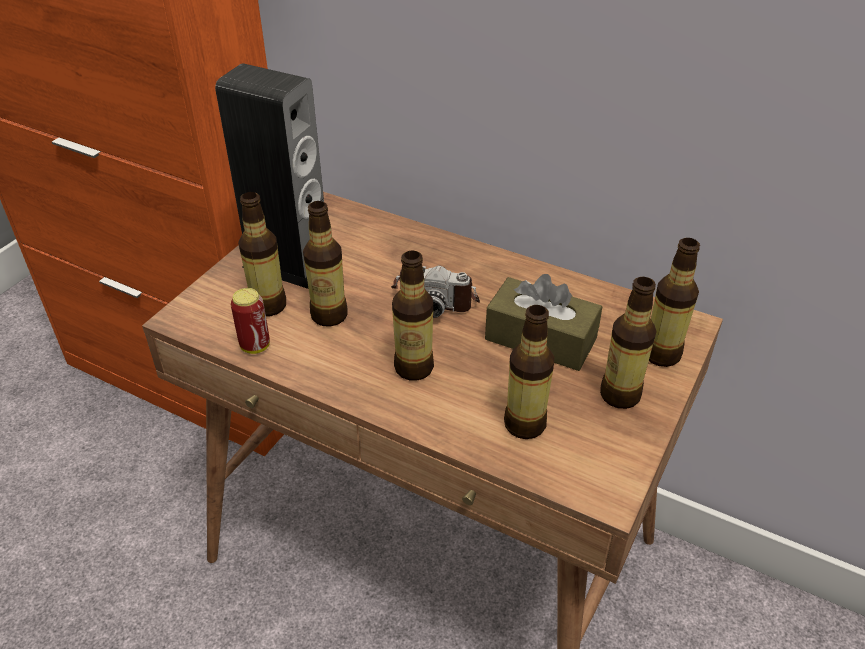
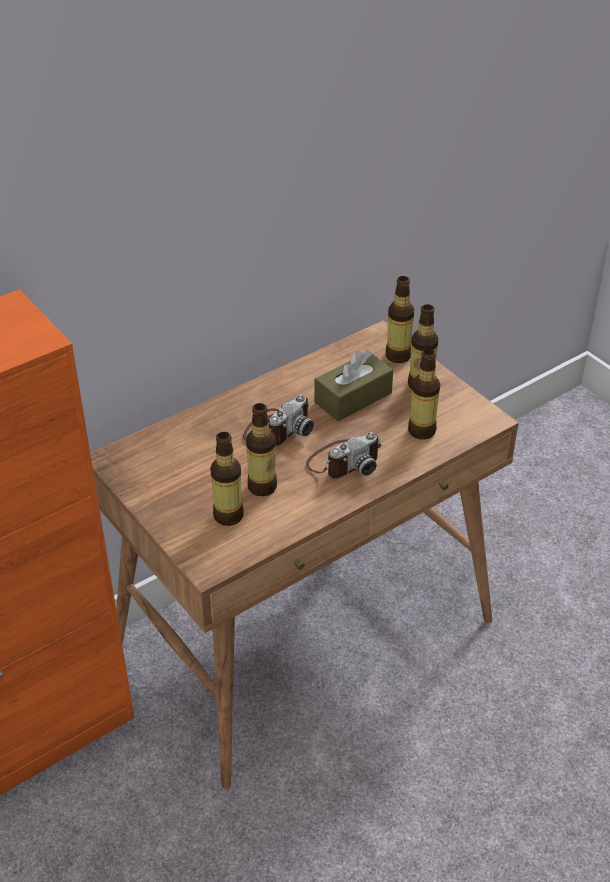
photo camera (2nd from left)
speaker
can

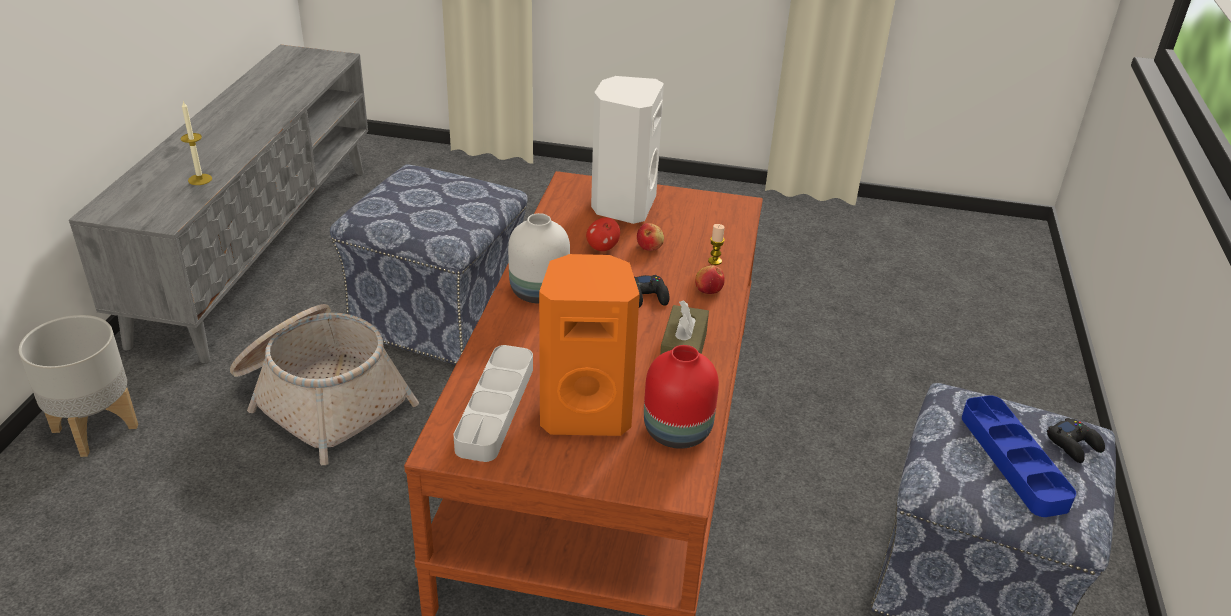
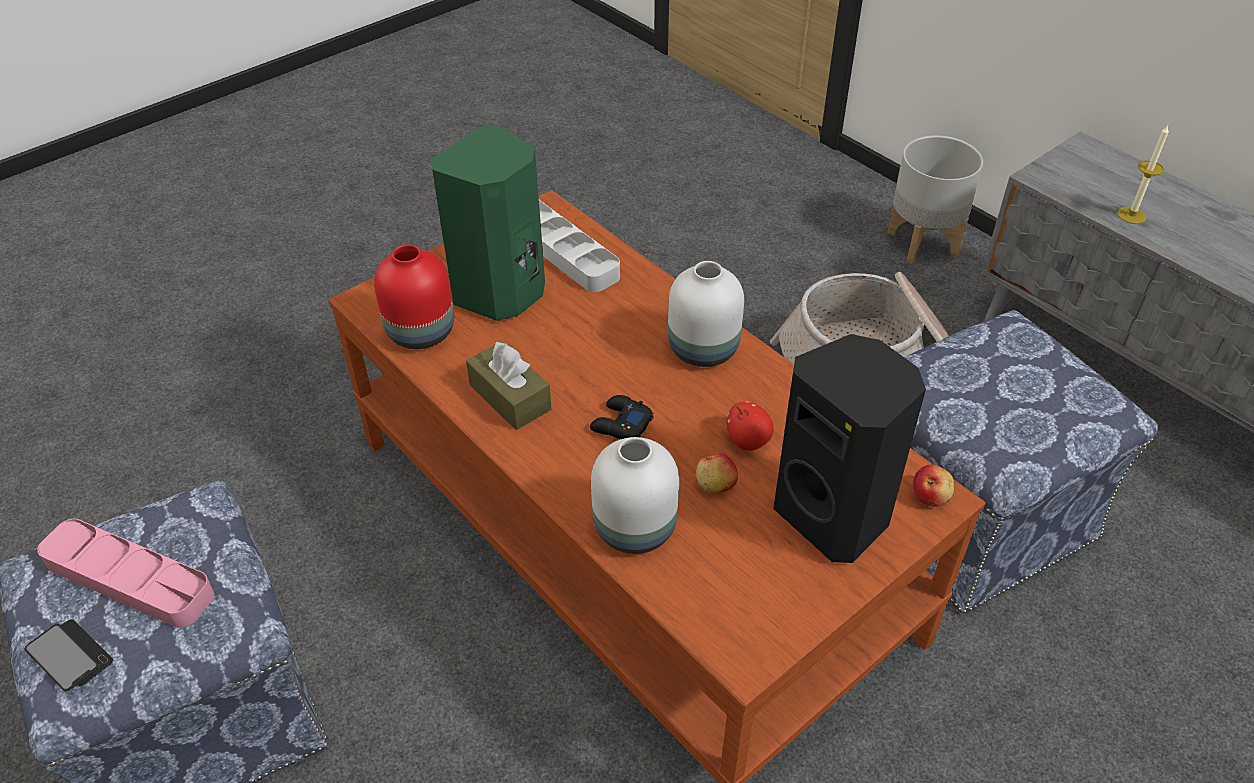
phone
tray (pink)
speaker (green)
vase (white) (1st from left)
speaker (black)
apple (3rd from left)

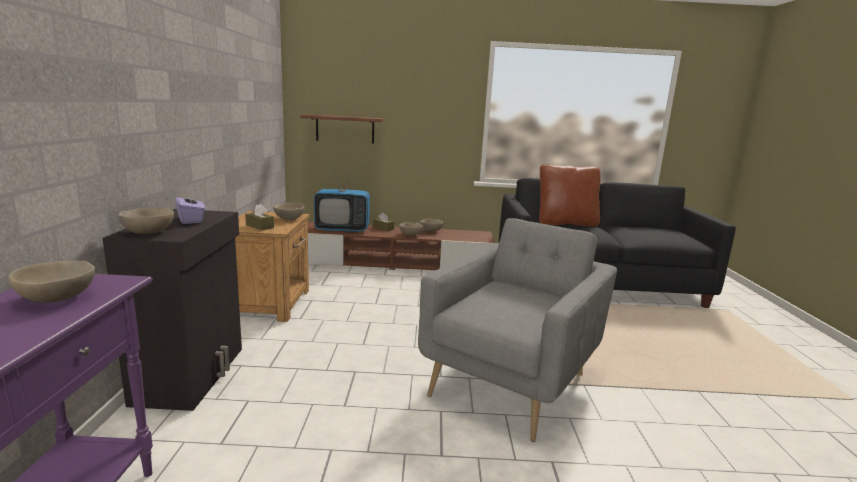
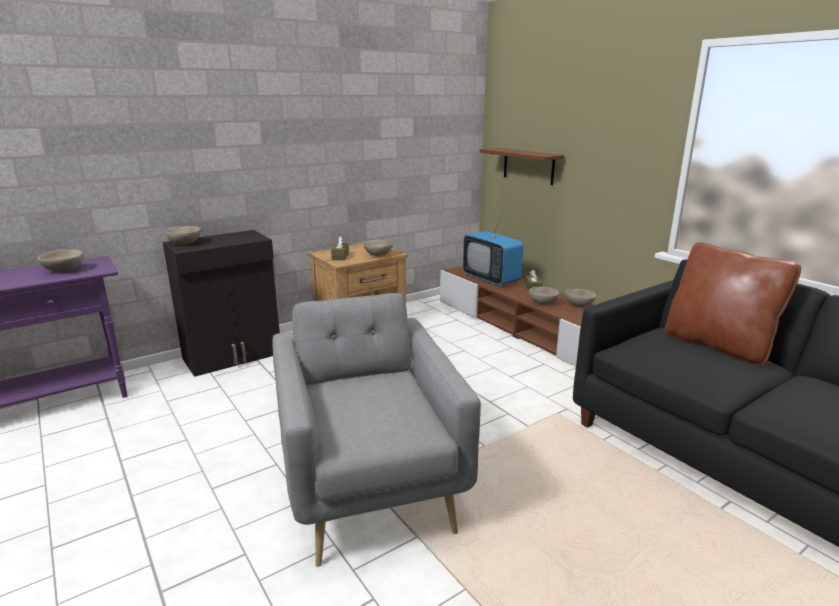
armchair (grey)
tissue box (purple)

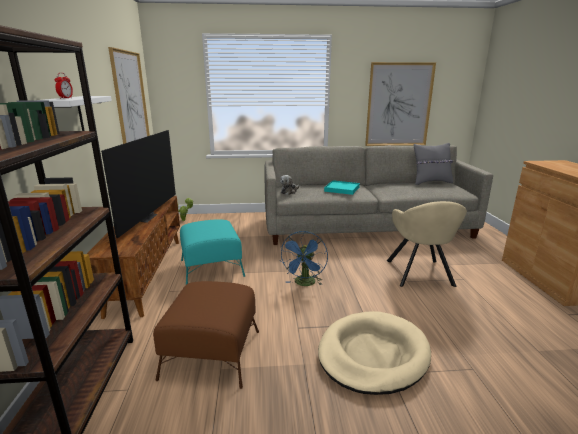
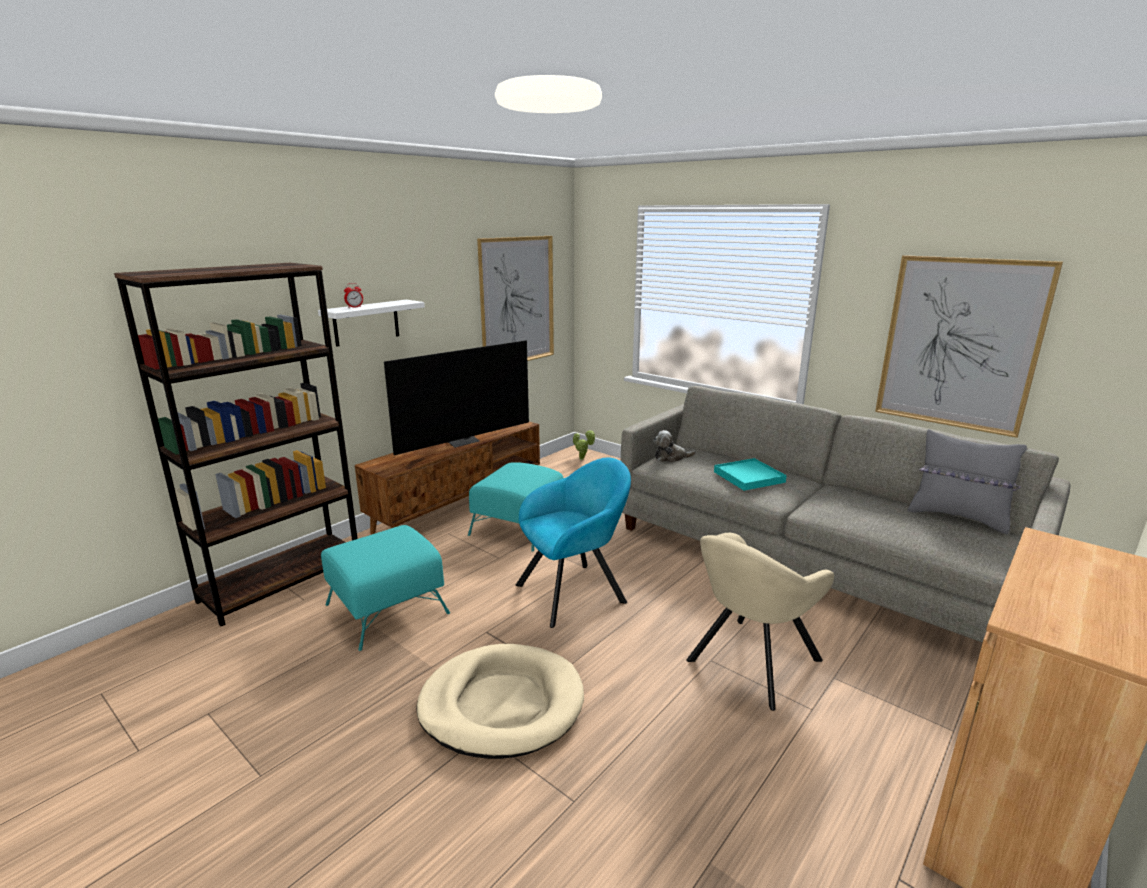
ottoman (turquoise) (1st from left)
armchair (turquoise)

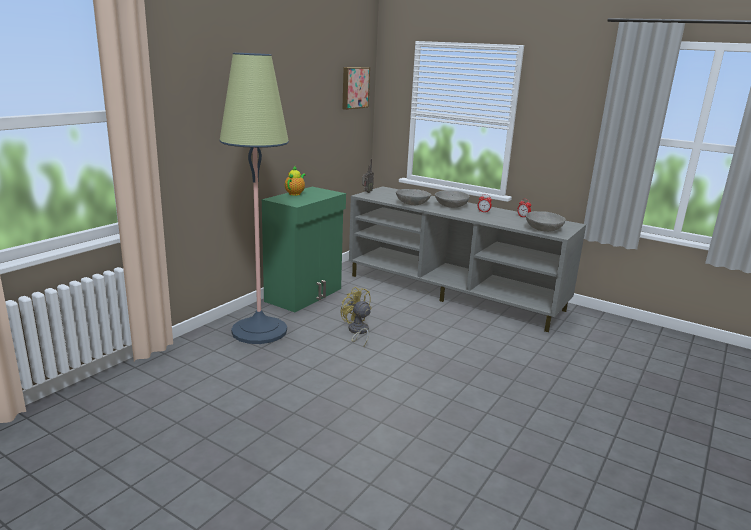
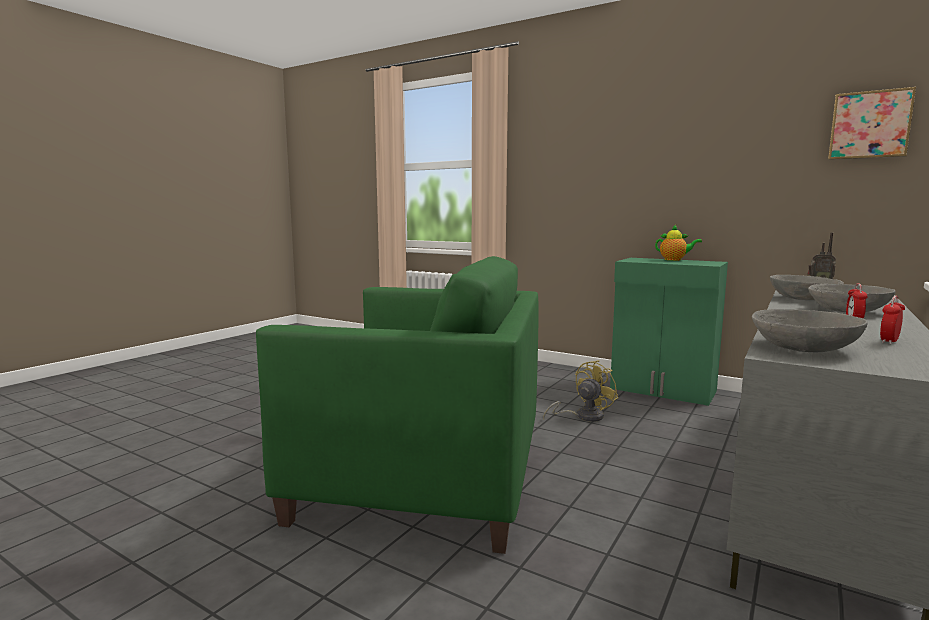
armchair (green)
floor lamp

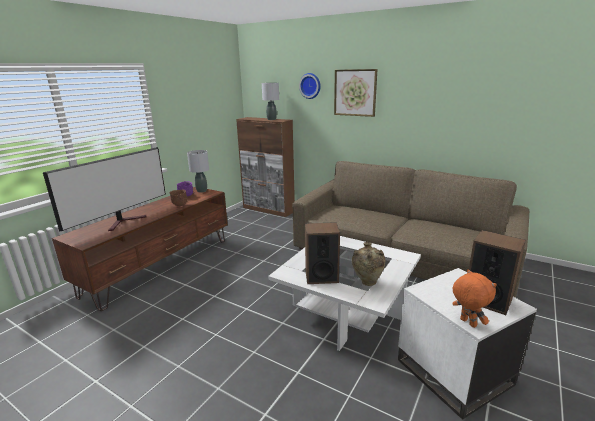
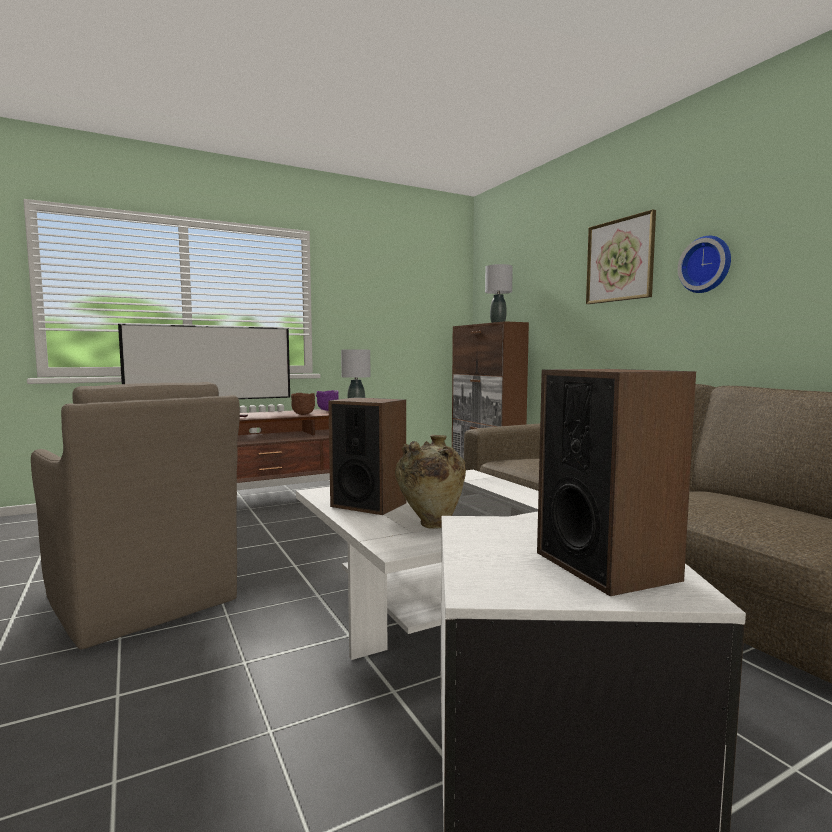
armchair (brown)
wall clock
plush toy (orange)

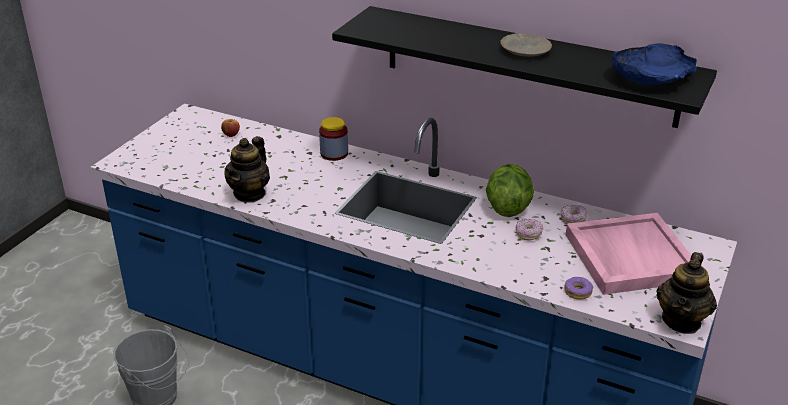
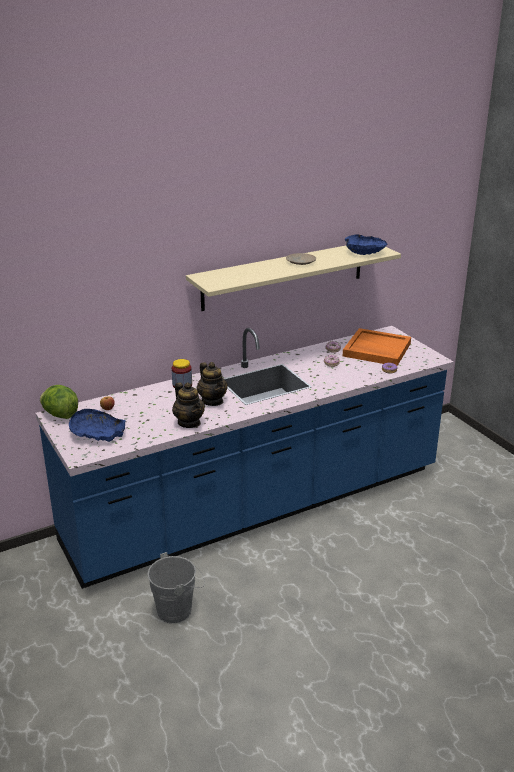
lettuce
bowl (blue) (1st from left)
shelf (beige)
teapot (2nd from left)
tray (orange)

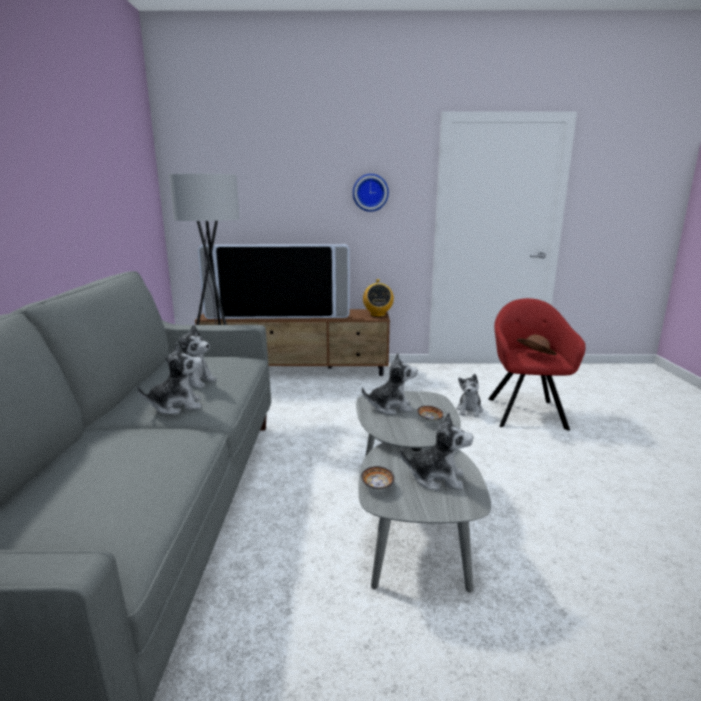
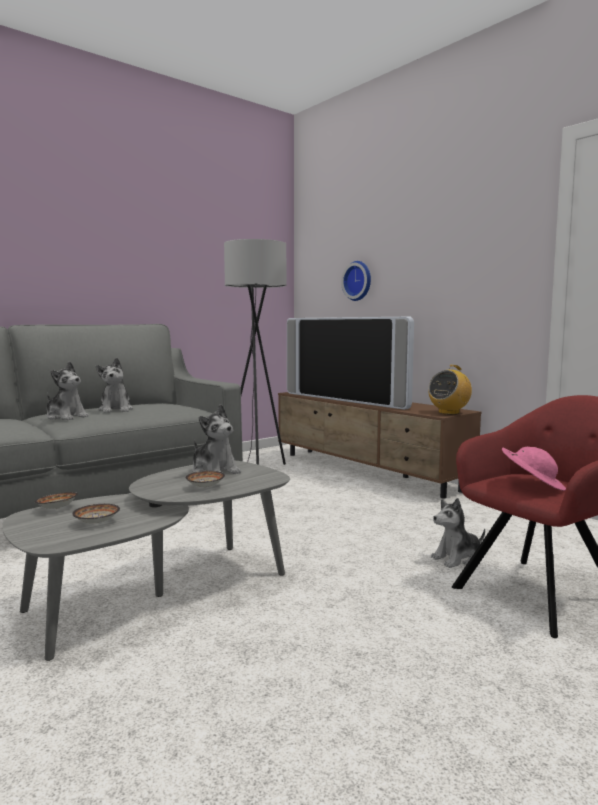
bowl (2nd from left)
wall clock
hat (pink)

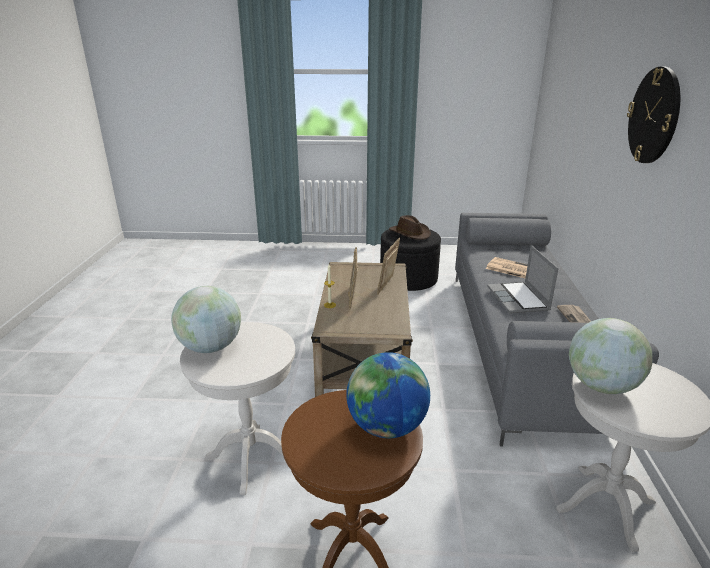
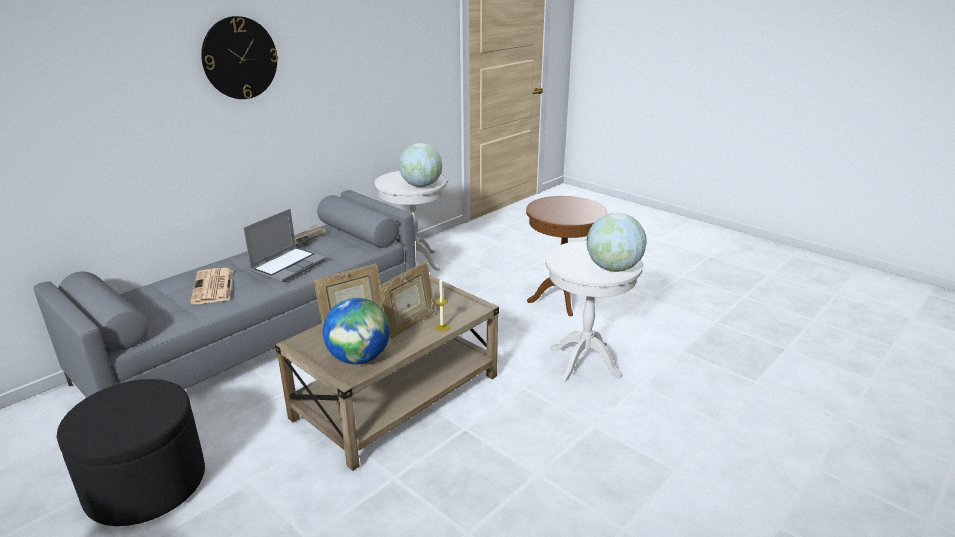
globe (1st from left)
hat (brown)

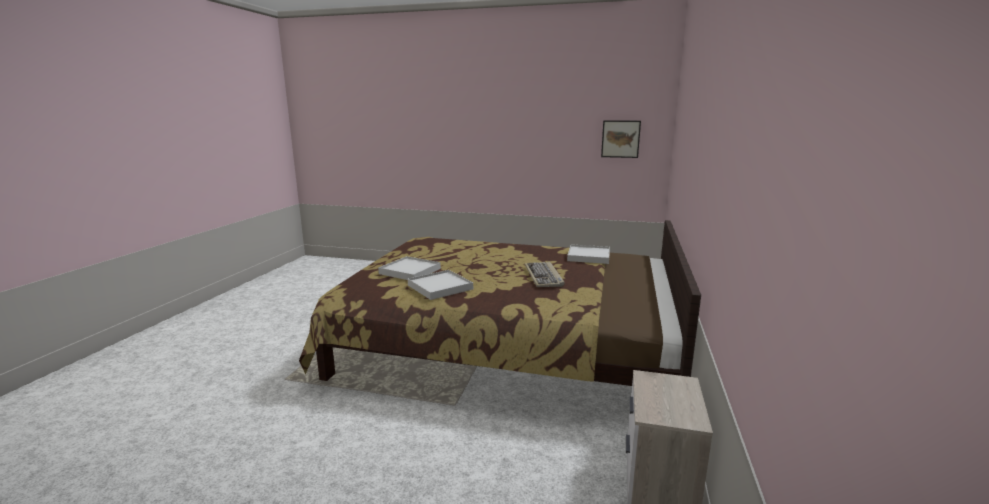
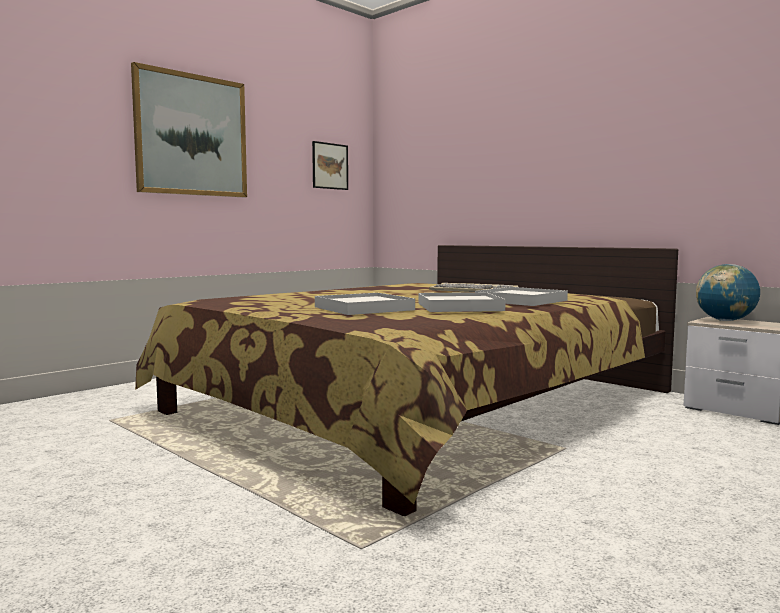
picture (1st from left)
tray (white) (3rd from left)
globe

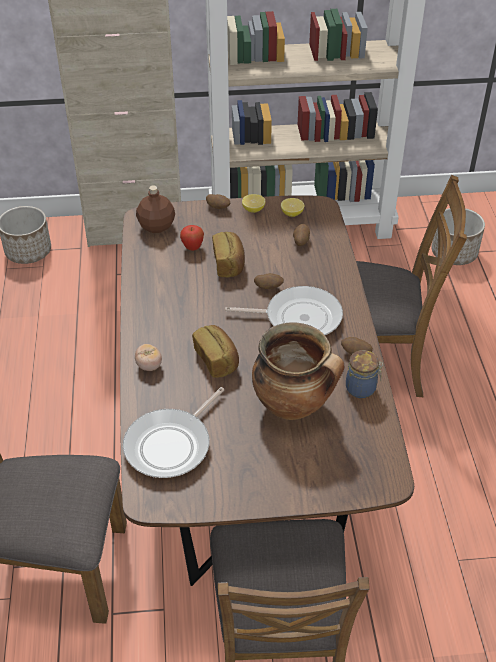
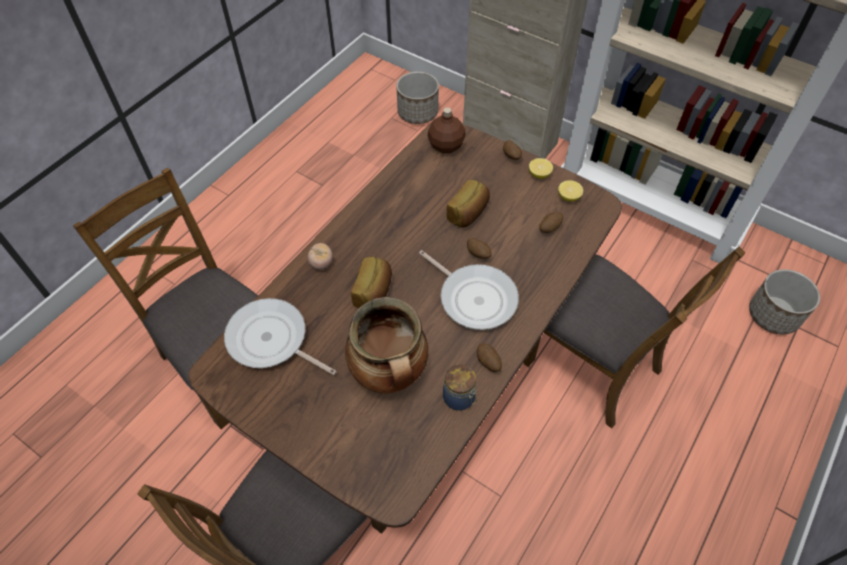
frying pan (1st from left)
apple

